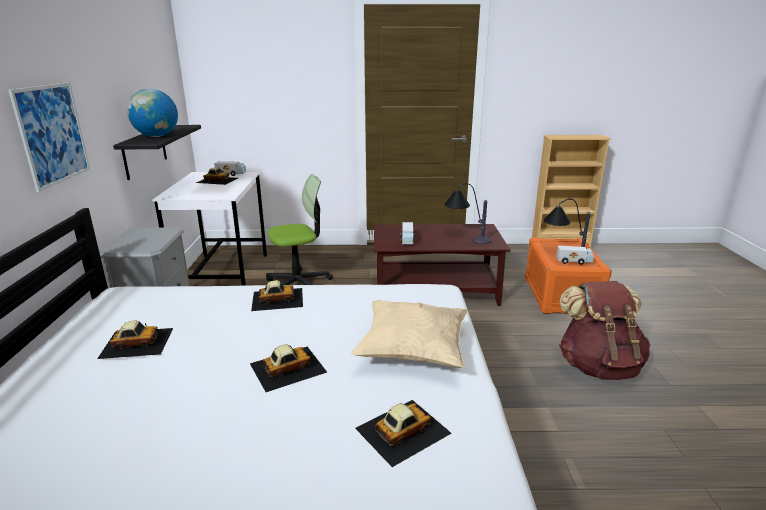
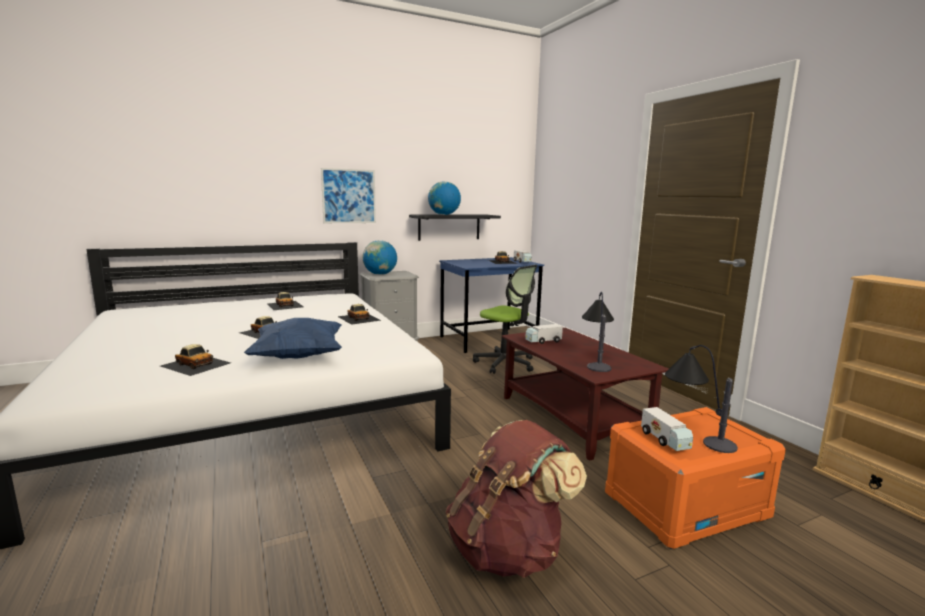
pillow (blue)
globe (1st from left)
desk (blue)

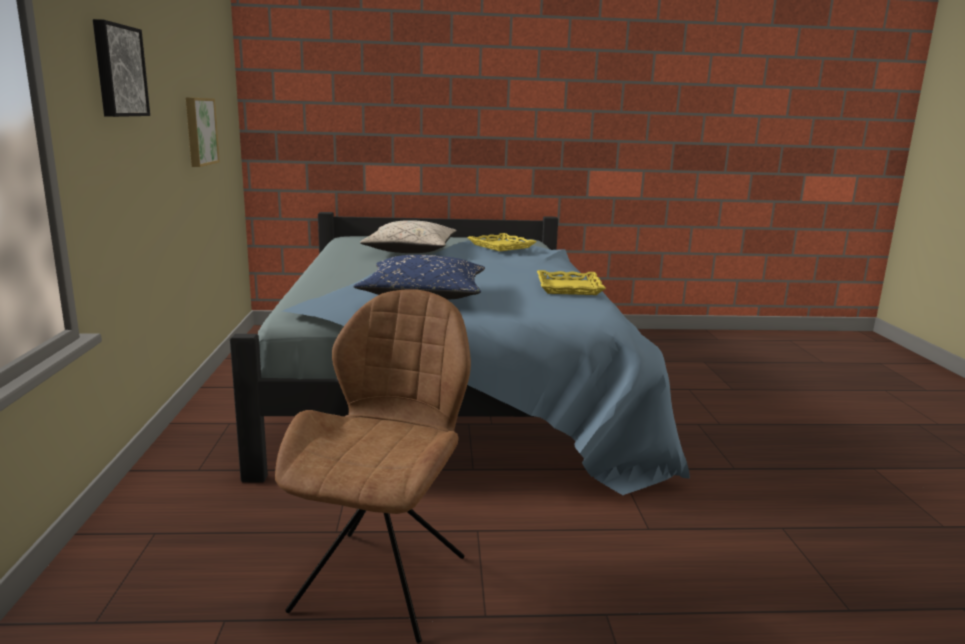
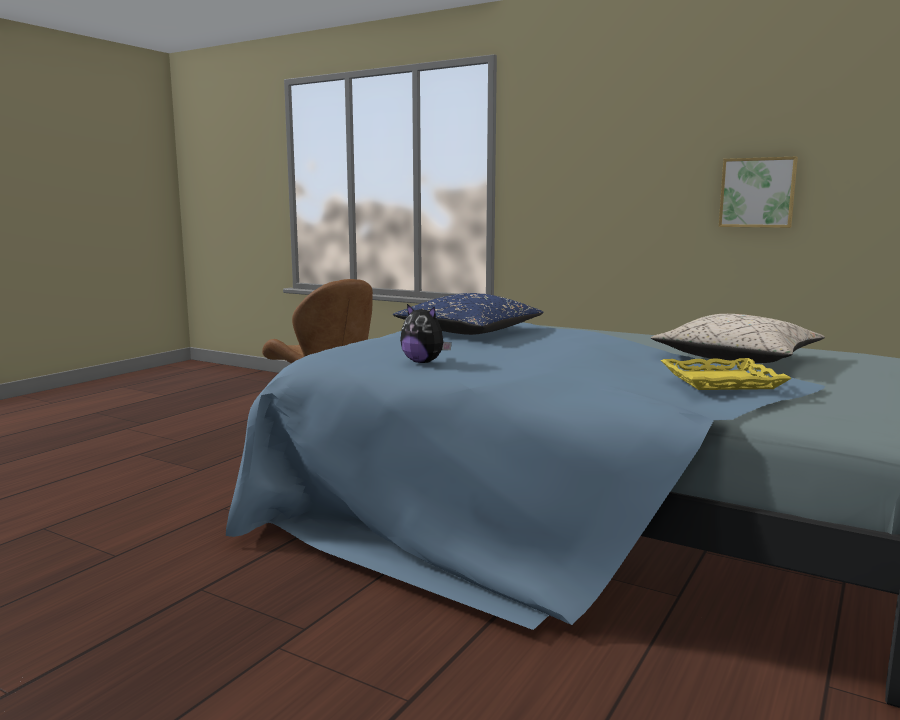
plush toy
picture (1st from left in the first image)

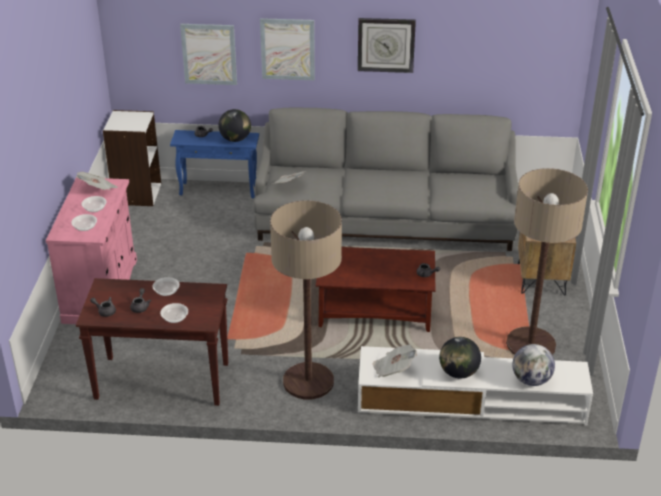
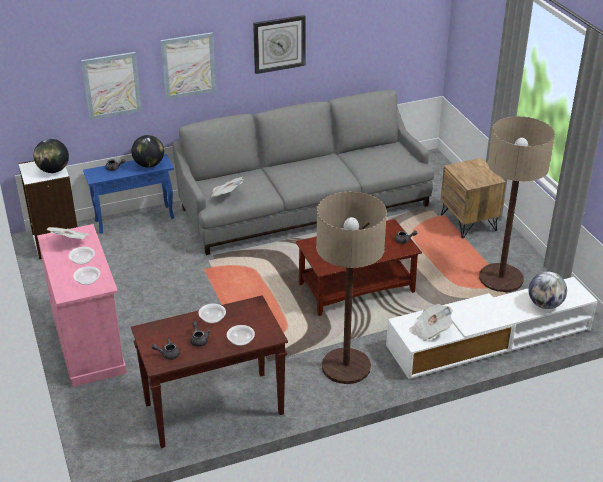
globe (1st from left)

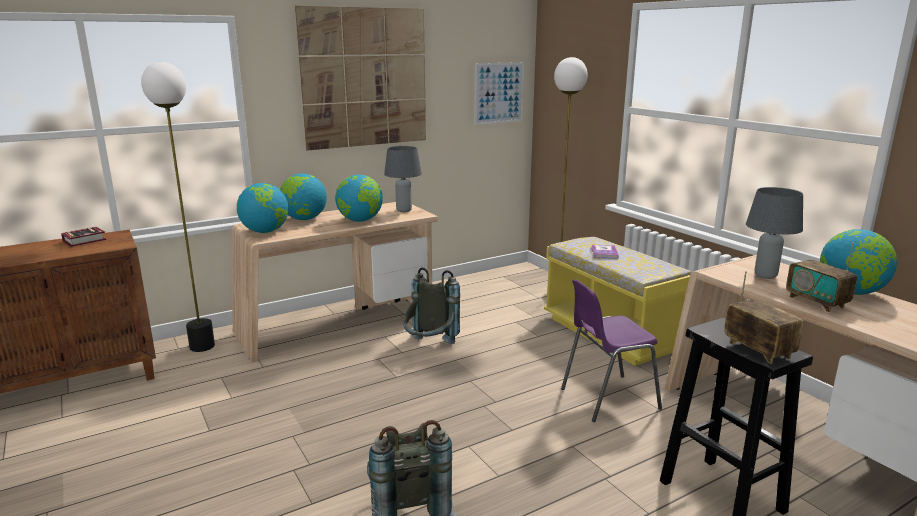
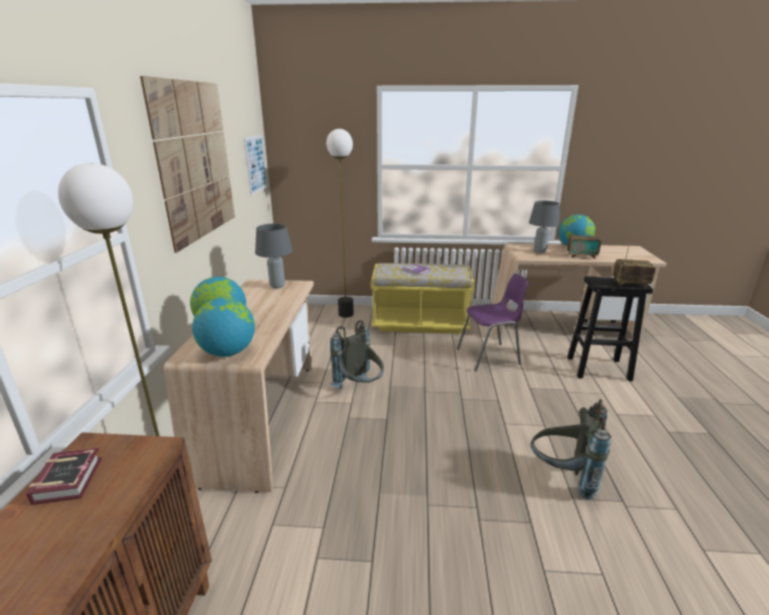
chair (purple)
globe (3rd from left in the first image)

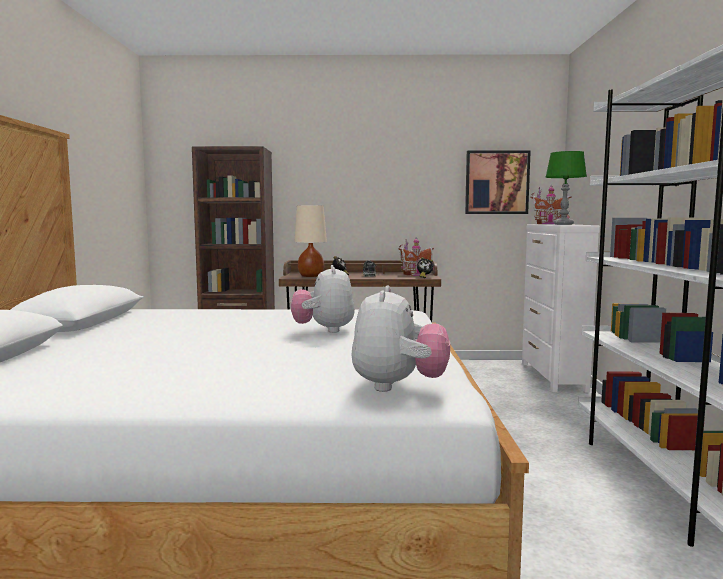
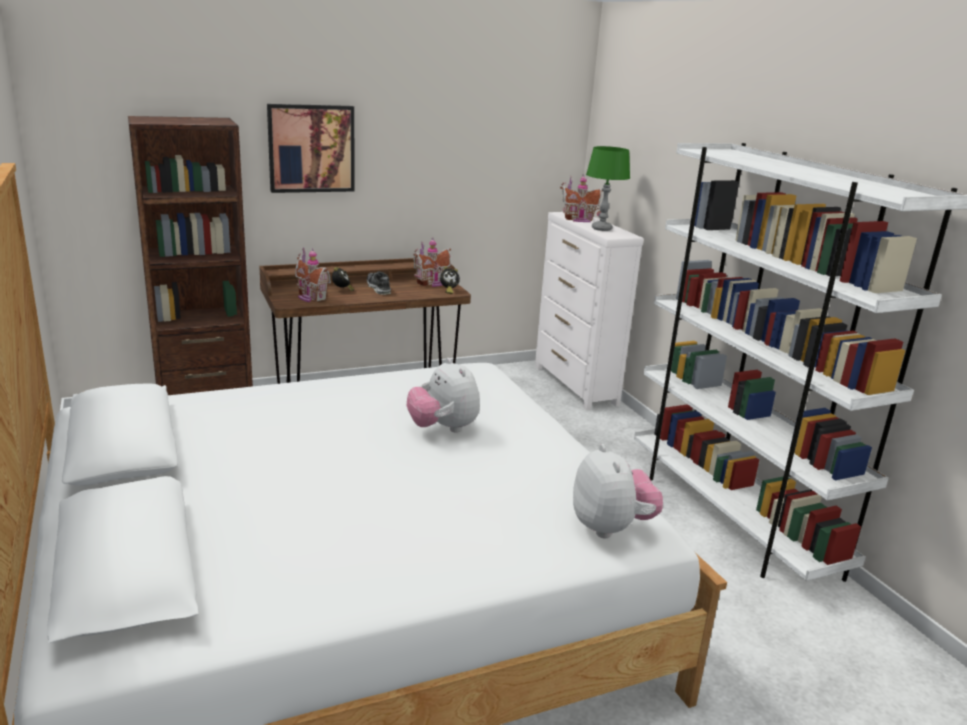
picture
toy house (1st from left)

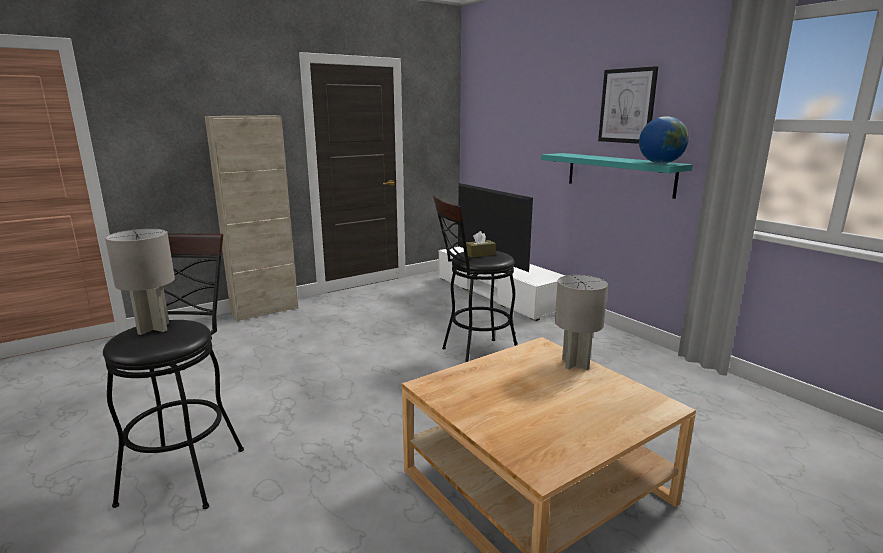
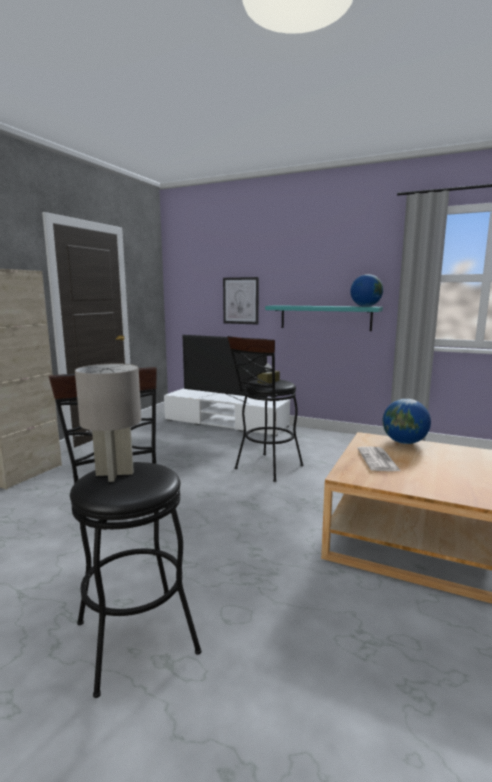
picture
newspaper
globe (2nd from left)

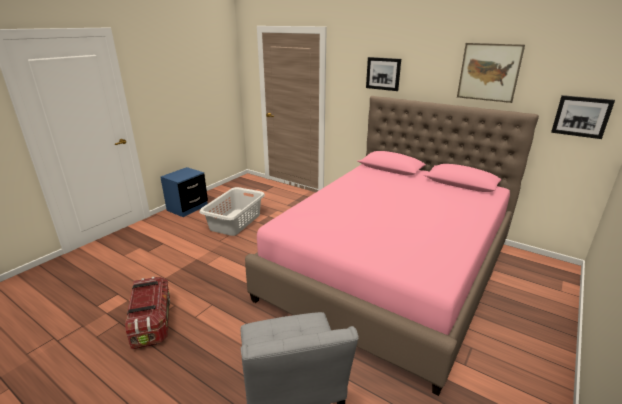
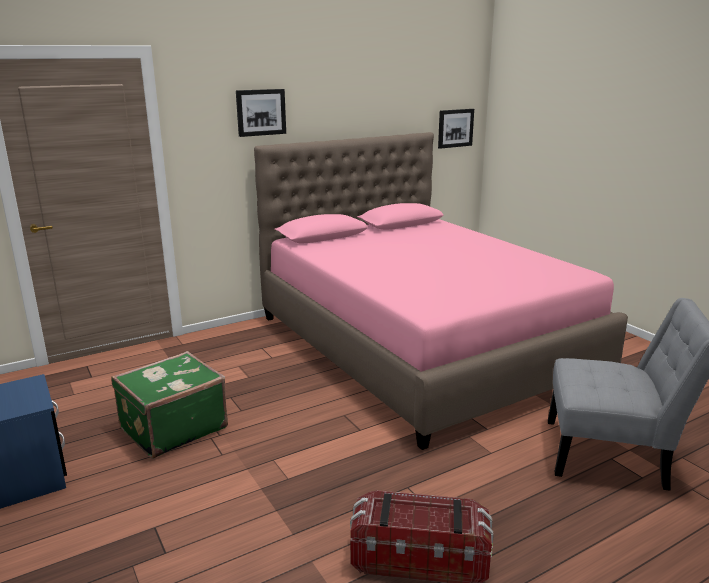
suitcase (green)
picture (2nd from left in the first image)

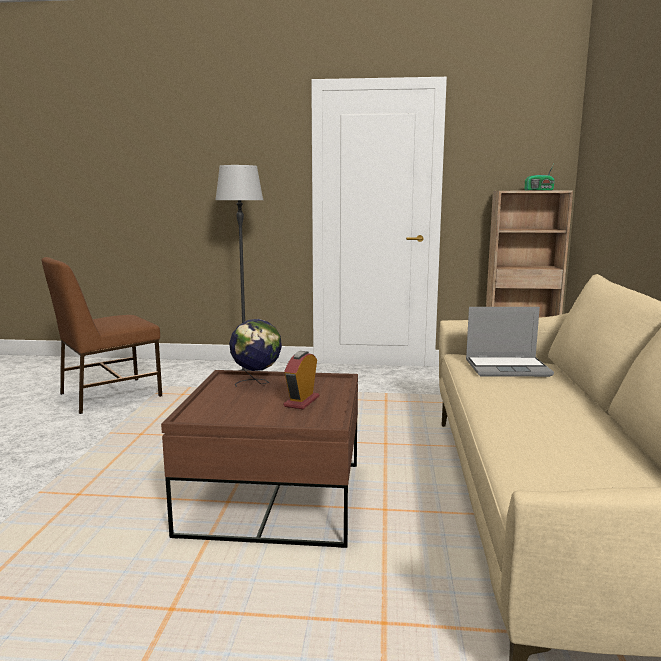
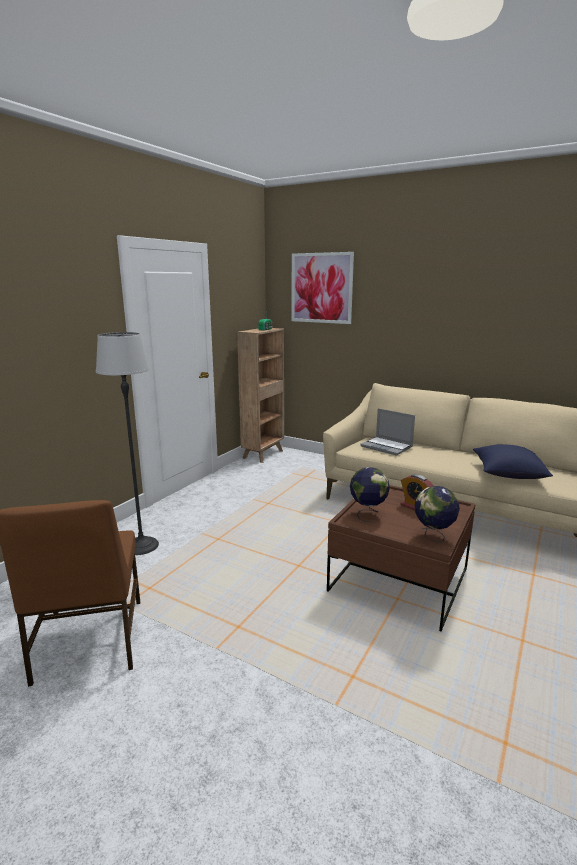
picture
laptop
globe (2nd from left)
pillow (blue)

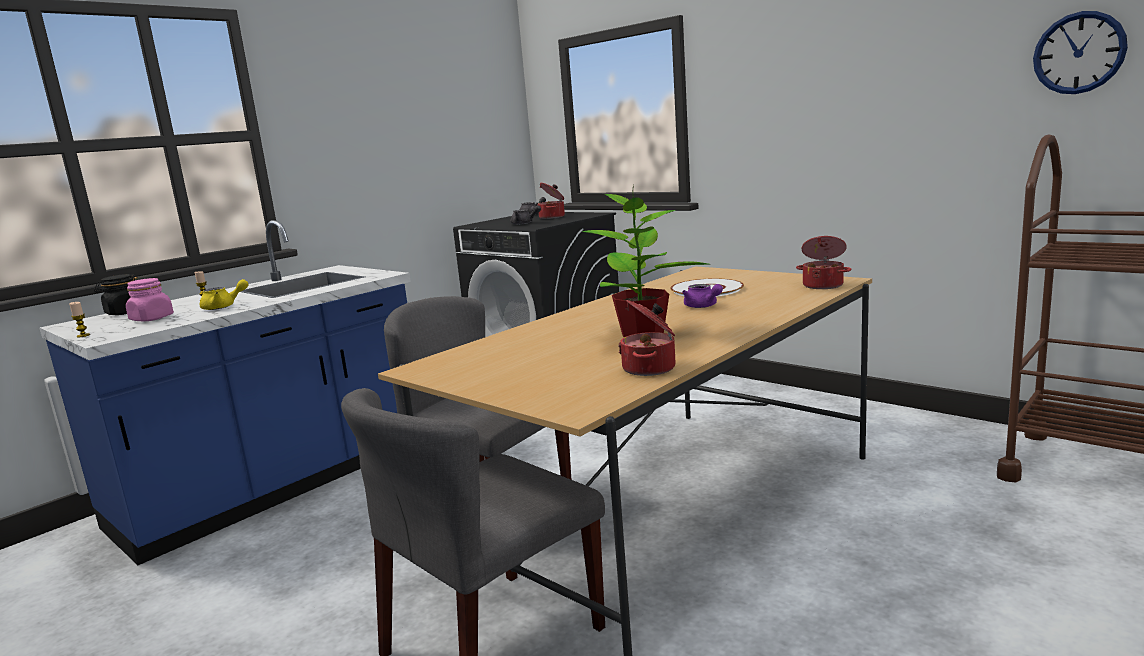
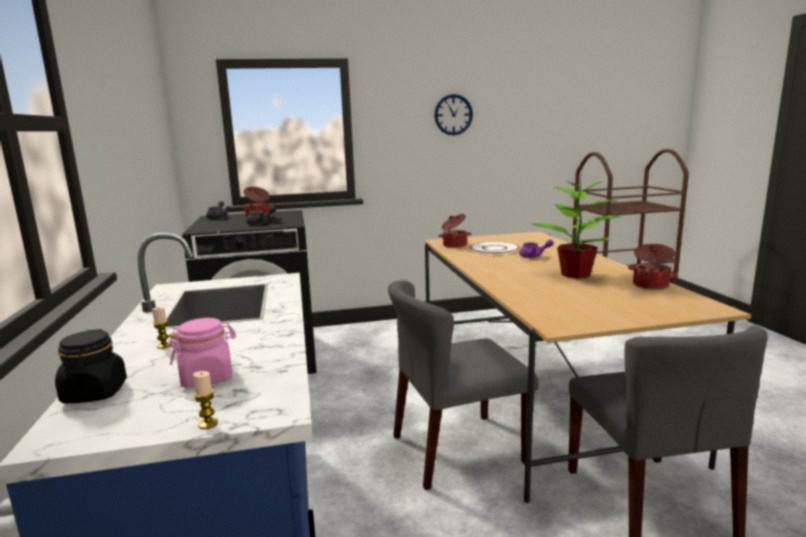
wall clock
cooking pot (2nd from left)
teapot (yellow)

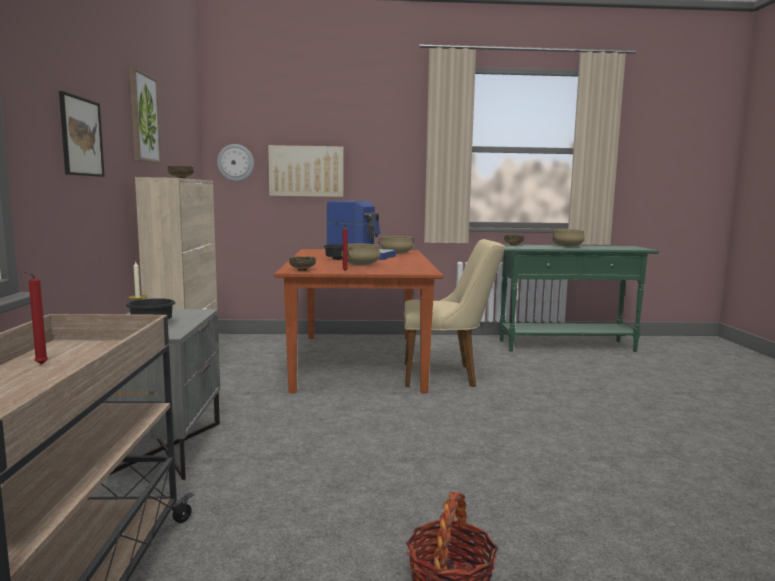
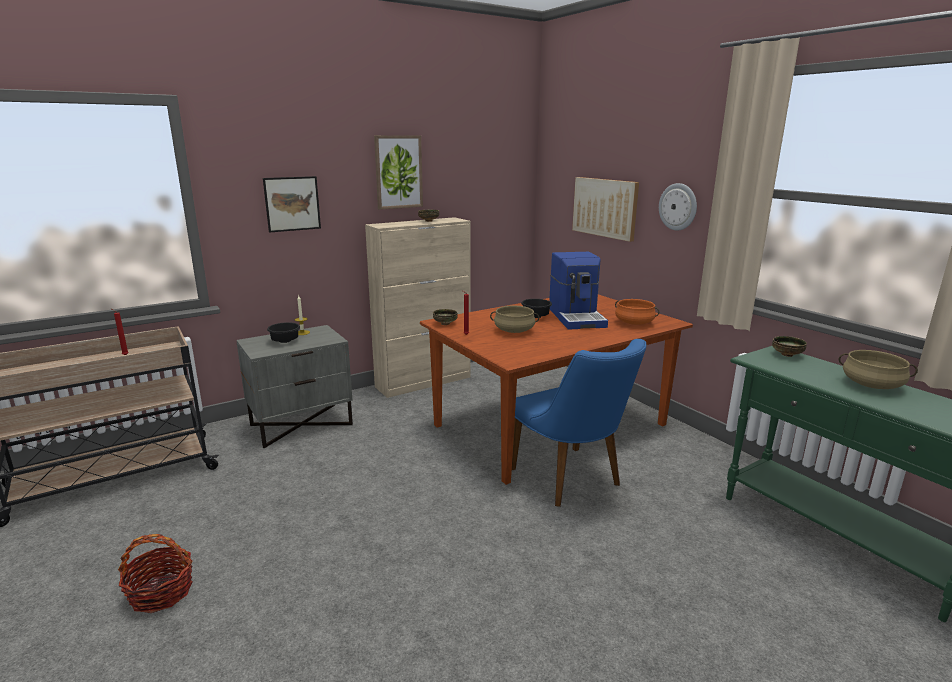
chair (blue)
cooking pot (orange)
wall clock

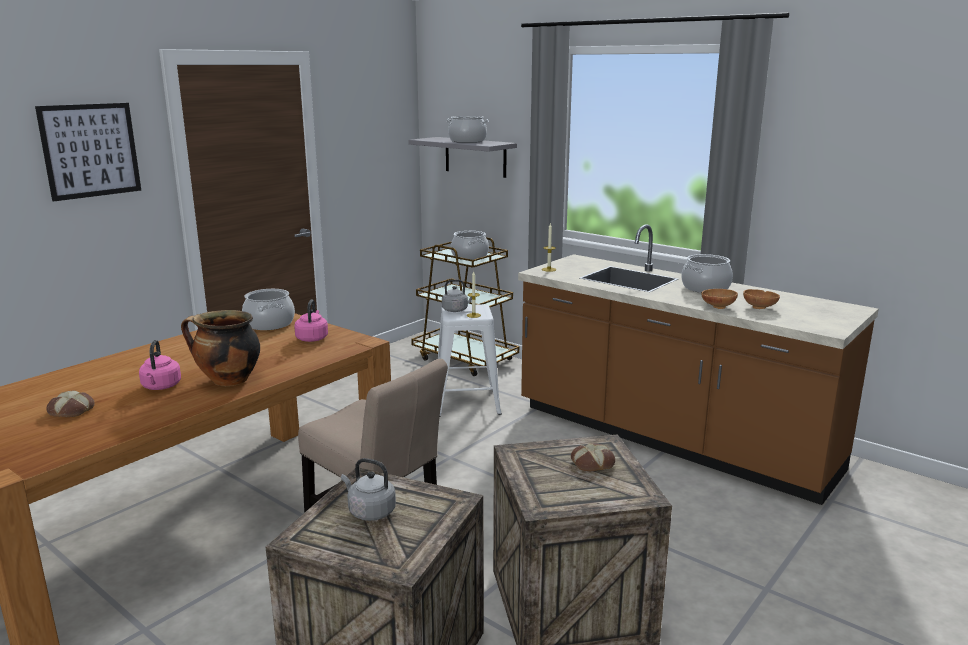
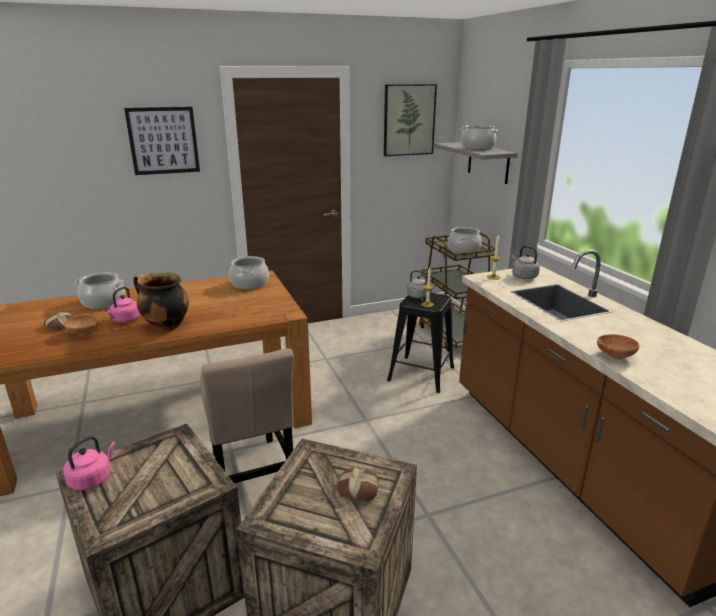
kettle (pink) (1st from left)
bowl (brown) (1st from left)
cooking pot (1st from left)
picture (2nd from left)
stool (black)
kettle (grey) (2nd from left)

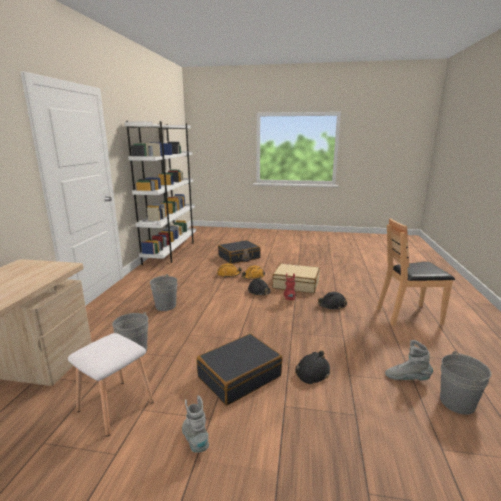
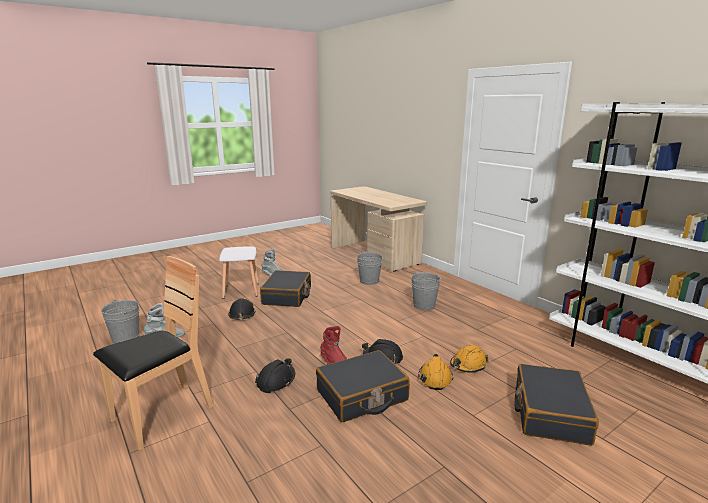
stool (white)
suitcase (black) (2nd from left)

